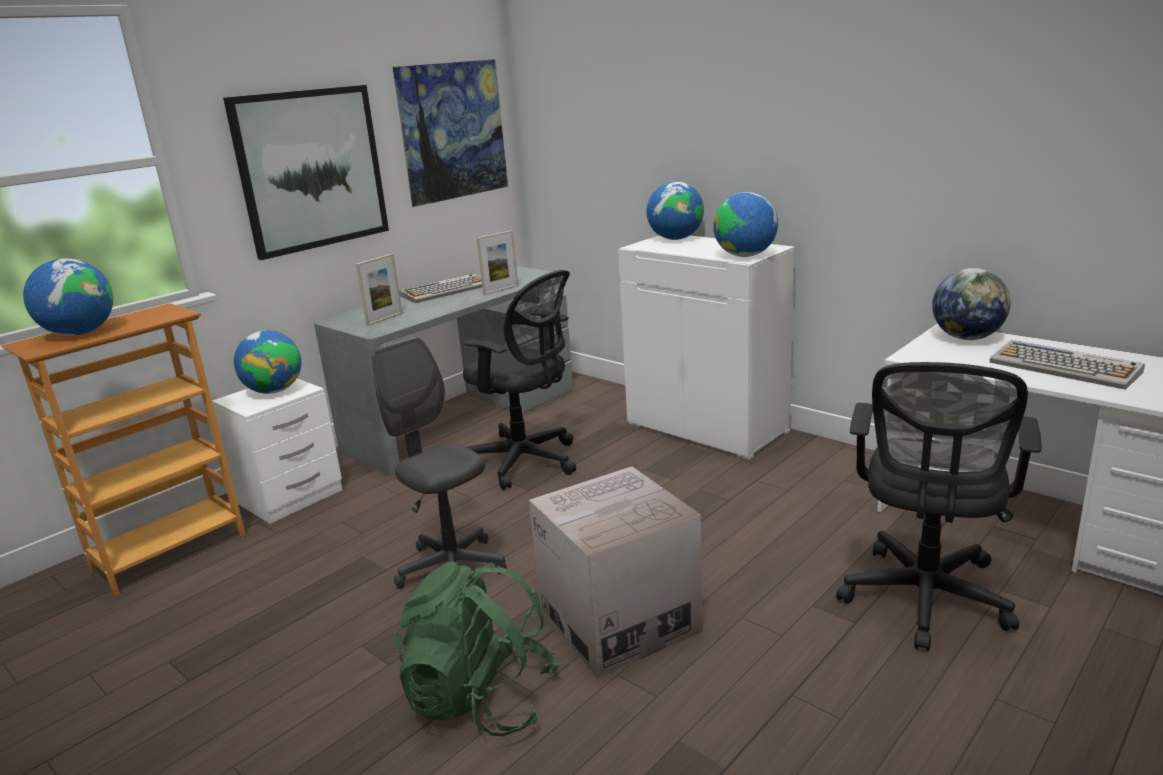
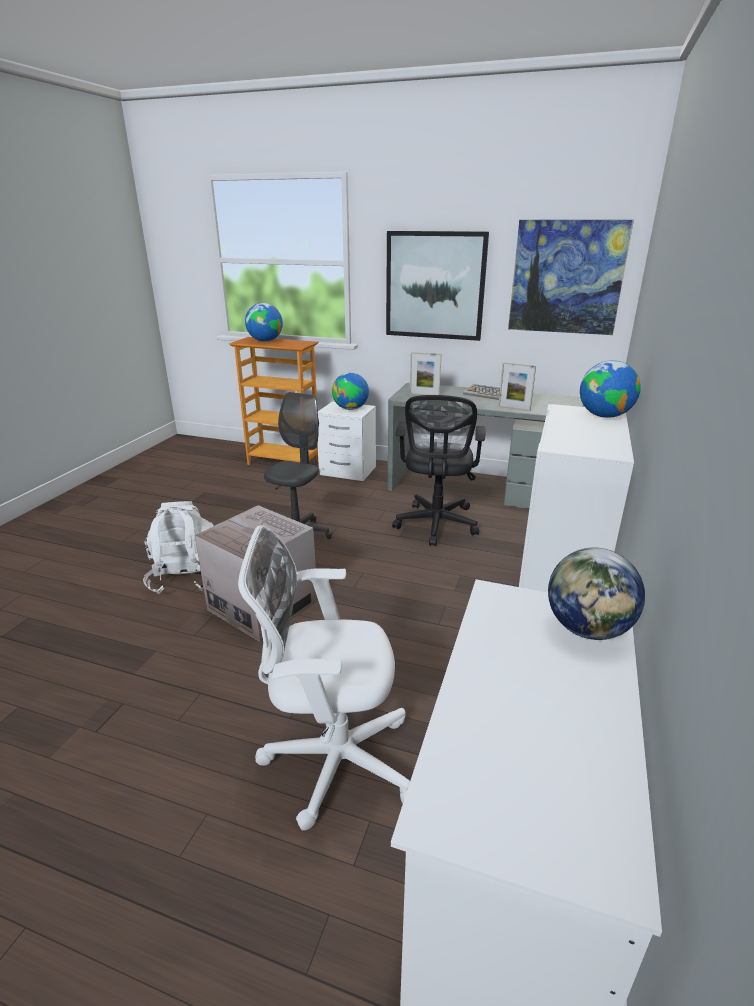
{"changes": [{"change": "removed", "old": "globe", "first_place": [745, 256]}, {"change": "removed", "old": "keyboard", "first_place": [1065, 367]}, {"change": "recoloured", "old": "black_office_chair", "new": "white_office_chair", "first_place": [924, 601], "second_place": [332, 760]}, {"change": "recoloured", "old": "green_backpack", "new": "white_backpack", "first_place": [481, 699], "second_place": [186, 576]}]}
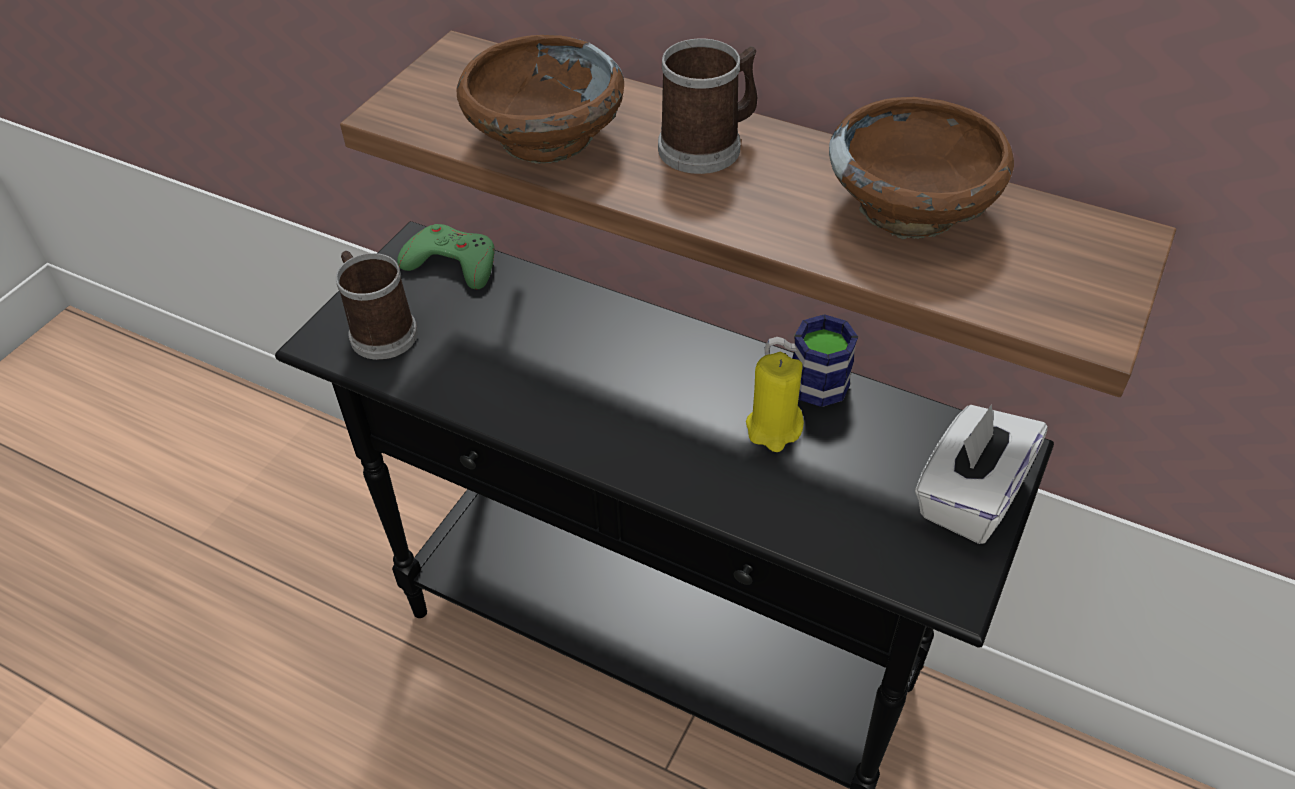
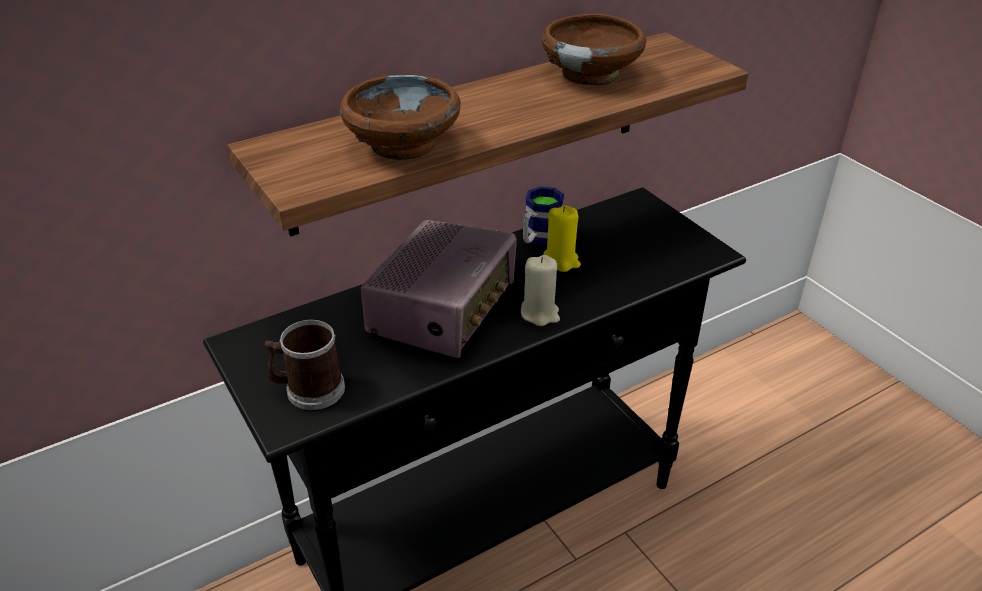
{"changes": [{"change": "removed", "old": "mug", "first_place": [708, 146]}, {"change": "removed", "old": "green_game_controller", "first_place": [452, 263]}, {"change": "removed", "old": "white_tissue_box", "first_place": [969, 495]}, {"change": "added", "new": "radio", "second_place": [443, 309]}, {"change": "added", "new": "beige_candle", "second_place": [540, 313]}]}
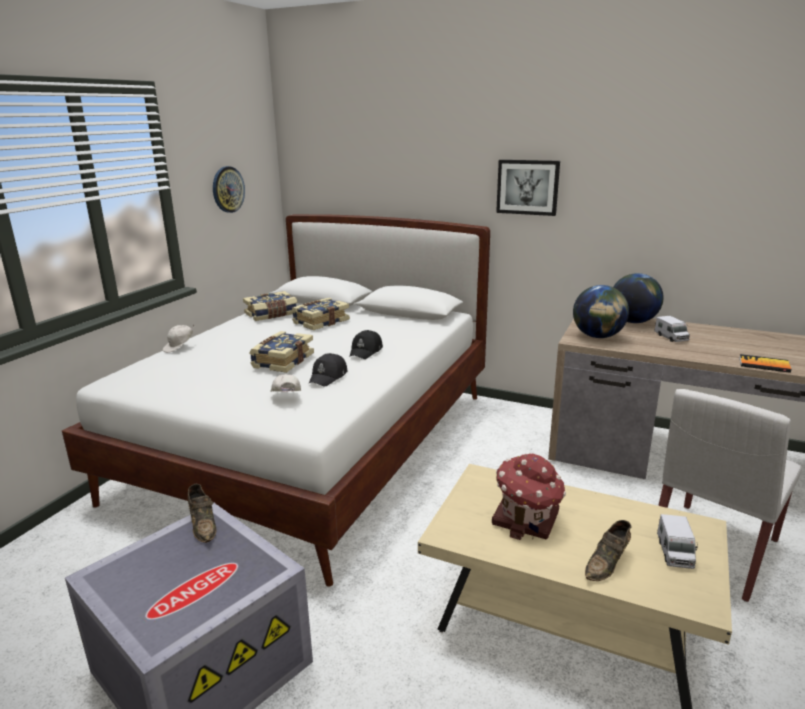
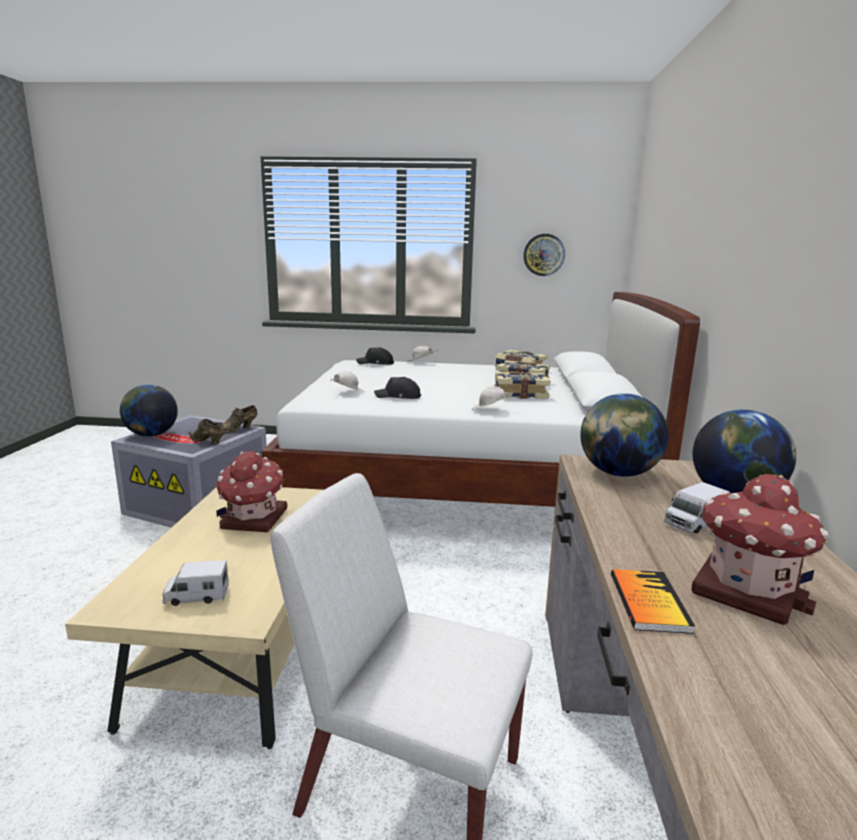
{"changes": [{"change": "removed", "old": "picture", "first_place": [527, 187]}, {"change": "moved", "old": "black_cap", "first_place": [366, 351], "second_place": [375, 363]}, {"change": "moved", "old": "book", "first_place": [282, 361], "second_place": [520, 394]}, {"change": "moved", "old": "brown_shoe", "first_place": [607, 564], "second_place": [207, 442]}, {"change": "added", "new": "globe", "second_place": [151, 435]}, {"change": "added", "new": "white_cap", "second_place": [489, 410]}, {"change": "added", "new": "toy_house", "second_place": [747, 589]}]}
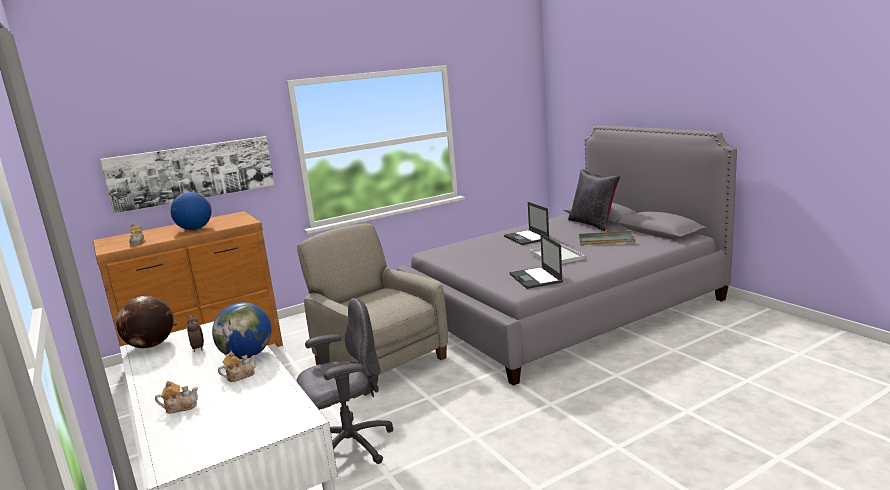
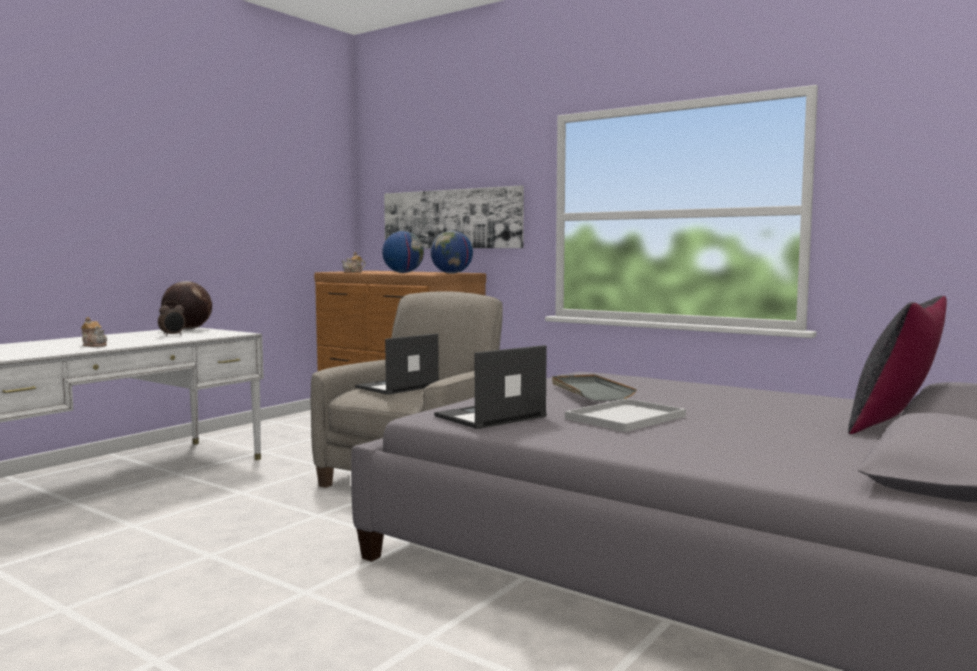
{"changes": [{"change": "moved", "old": "laptop", "first_place": [526, 238], "second_place": [397, 387]}, {"change": "moved", "old": "grey_tray", "first_place": [606, 240], "second_place": [590, 391]}, {"change": "removed", "old": "grey_office_chair", "first_place": [349, 446]}, {"change": "moved", "old": "globe", "first_place": [247, 356], "second_place": [451, 273]}, {"change": "removed", "old": "teapot", "first_place": [180, 407]}]}
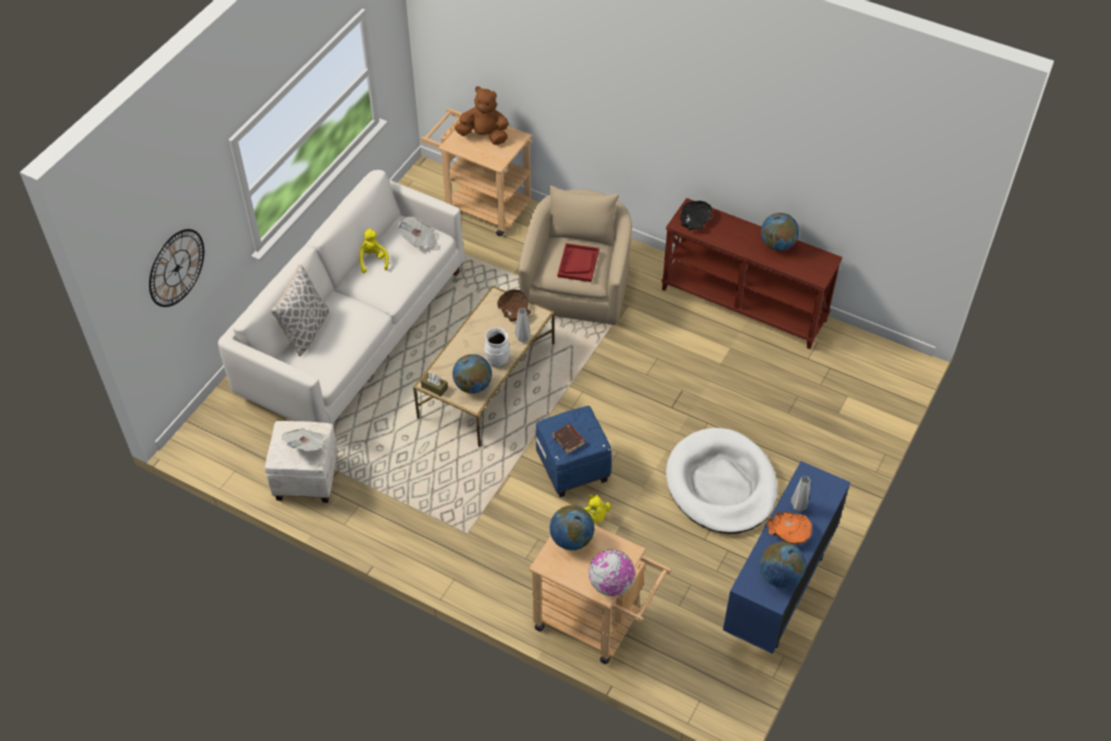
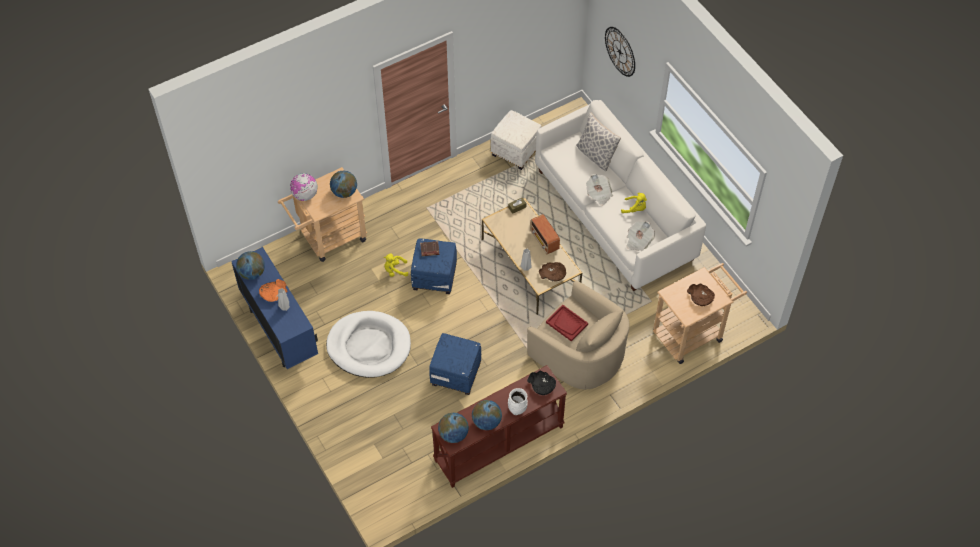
{"changes": [{"change": "replaced", "old": "brown_plush_toy", "new": "brown_bowl", "first_place": [484, 136], "second_place": [700, 297]}, {"change": "moved", "old": "white_vase", "first_place": [497, 360], "second_place": [517, 409]}, {"change": "moved", "old": "globe", "first_place": [473, 385], "second_place": [453, 434]}, {"change": "moved", "old": "newspaper", "first_place": [307, 446], "second_place": [599, 194]}, {"change": "added", "new": "radio", "second_place": [544, 241]}, {"change": "added", "new": "blue_ottoman", "second_place": [455, 375]}]}
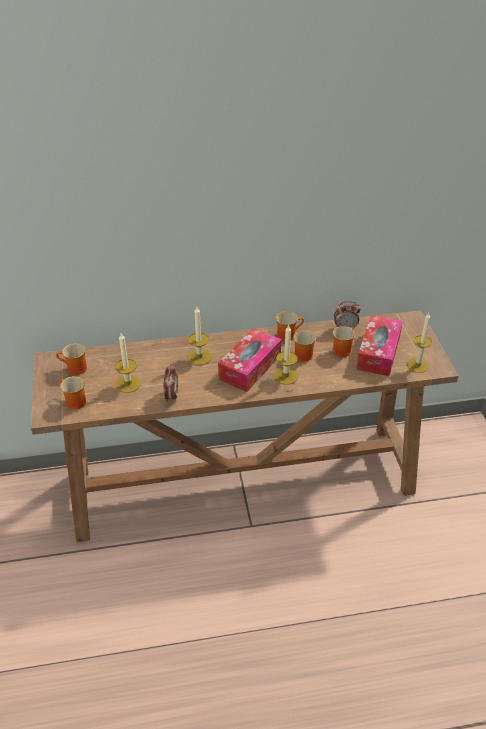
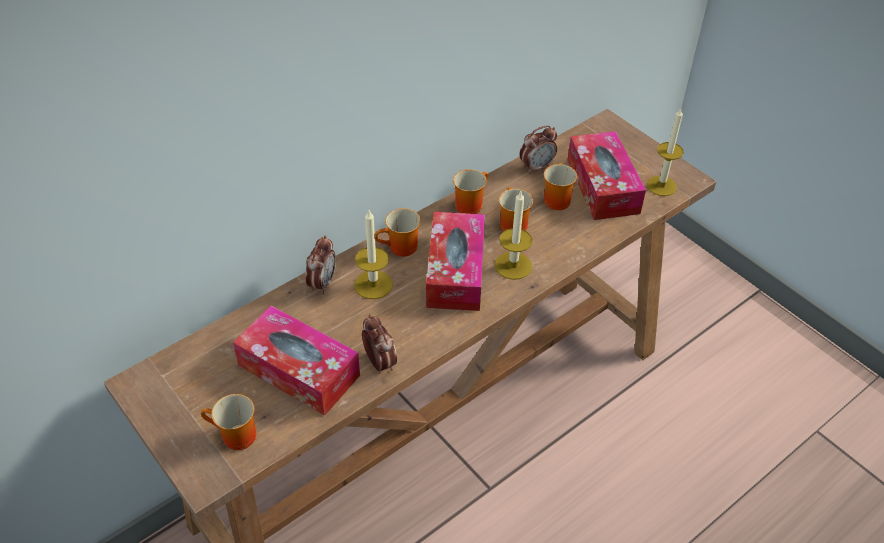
{"changes": [{"change": "replaced", "old": "candle", "new": "tissue_box", "first_place": [128, 384], "second_place": [299, 370]}, {"change": "moved", "old": "mug", "first_place": [75, 369], "second_place": [401, 249]}, {"change": "added", "new": "alarm_clock", "second_place": [322, 283]}]}
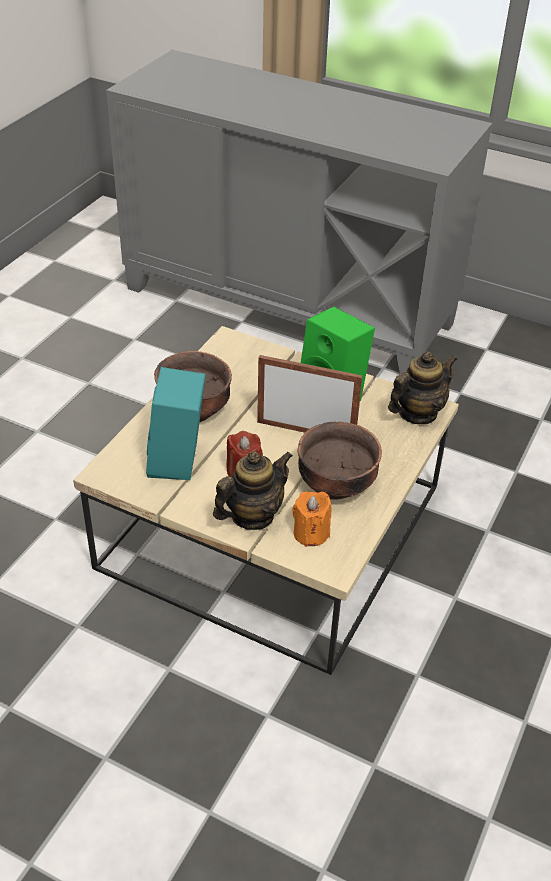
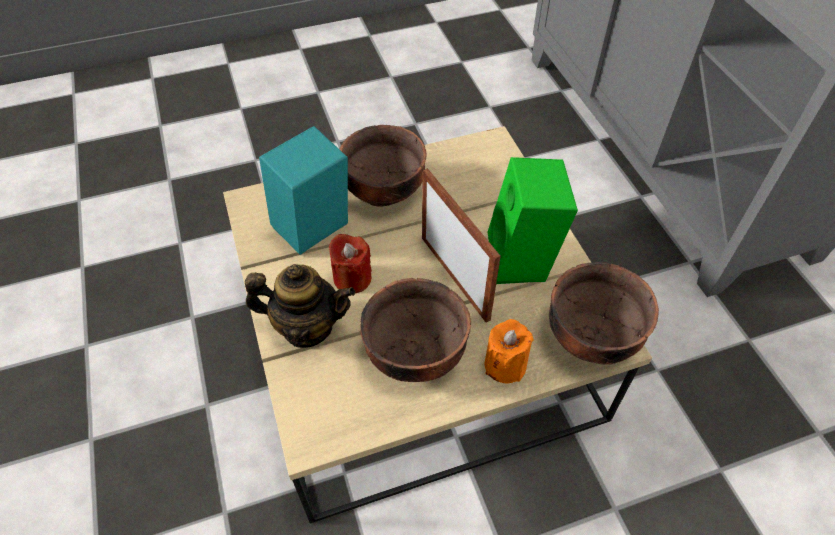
{"changes": [{"change": "replaced", "old": "teapot", "new": "brown_bowl", "first_place": [417, 413], "second_place": [590, 336]}, {"change": "moved", "old": "orange_candle", "first_place": [311, 533], "second_place": [505, 365]}]}
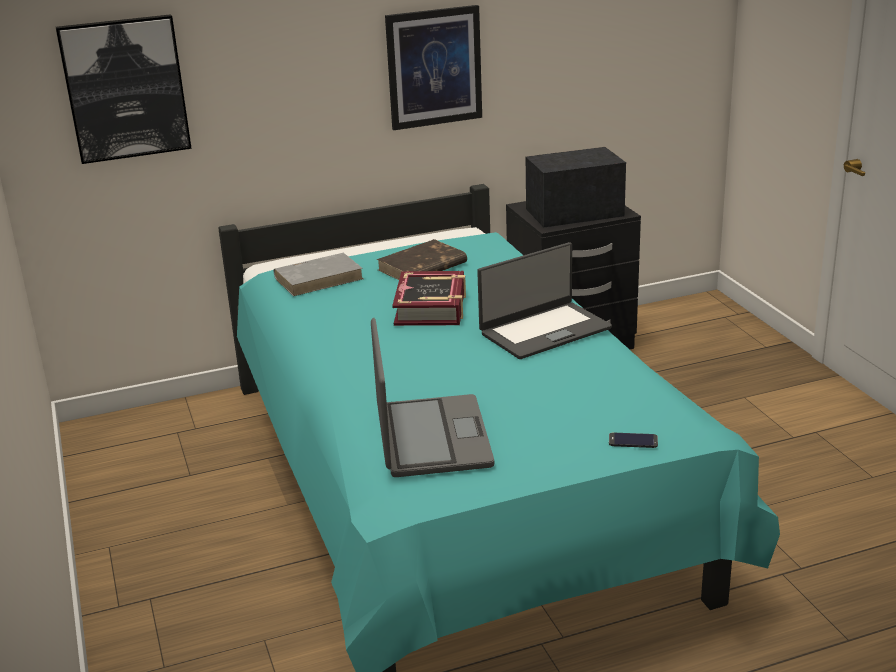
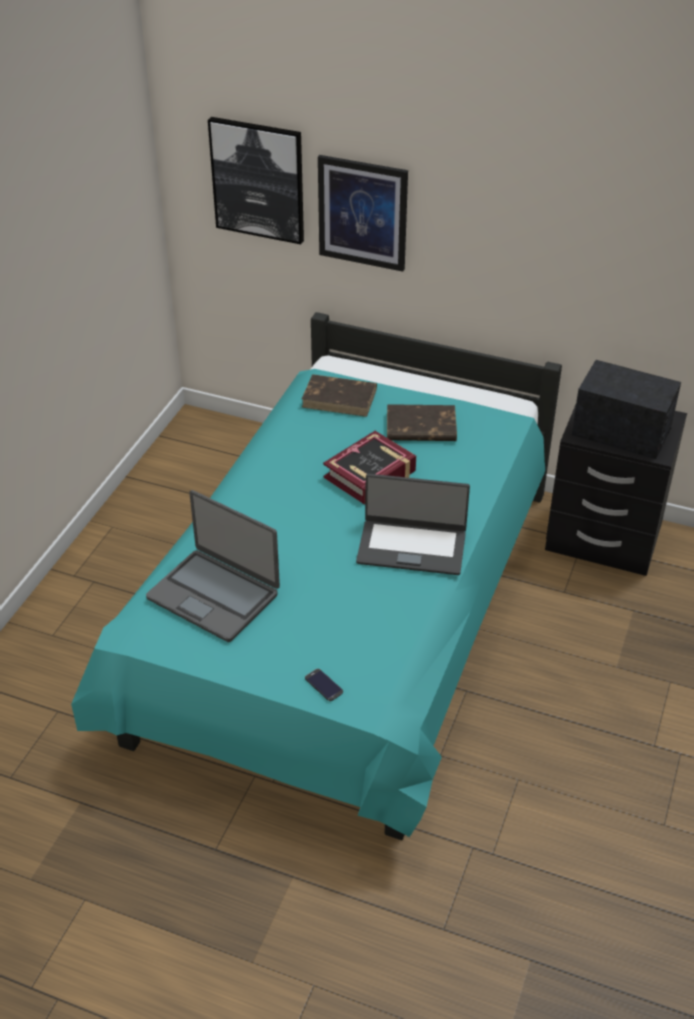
{"changes": [{"change": "moved", "old": "picture", "first_place": [434, 67], "second_place": [362, 213]}, {"change": "recoloured", "old": "grey_book", "new": "brown_book", "first_place": [319, 278], "second_place": [340, 398]}, {"change": "turned", "old": "laptop", "first_place": [431, 438], "second_place": [214, 595], "degrees": 90}]}
